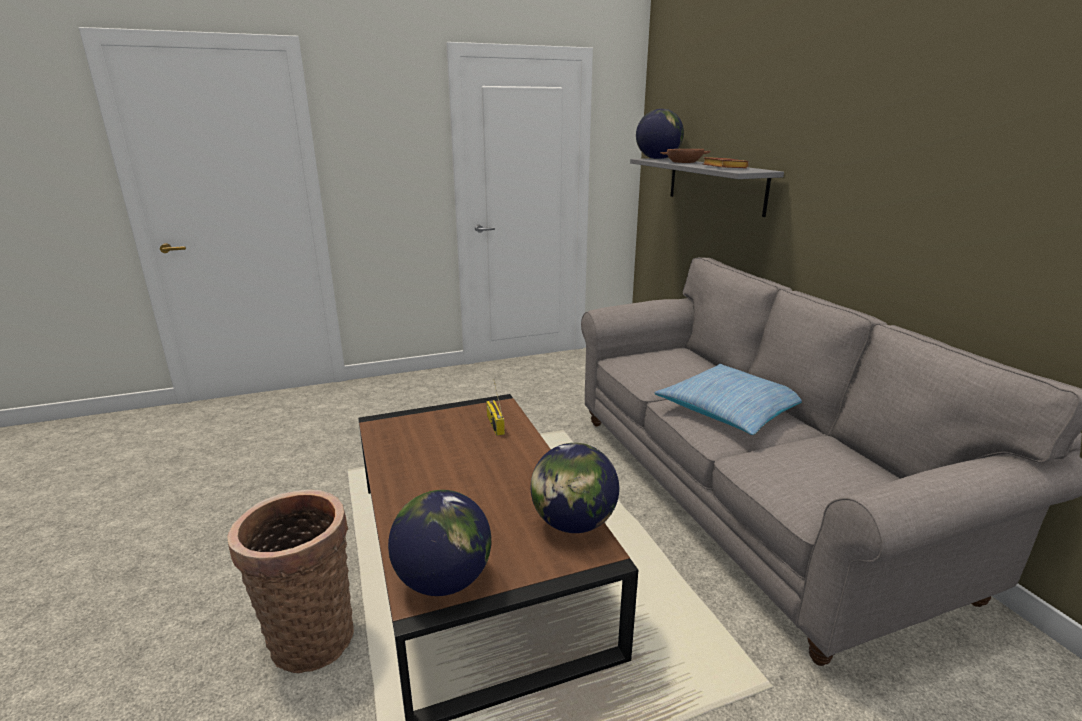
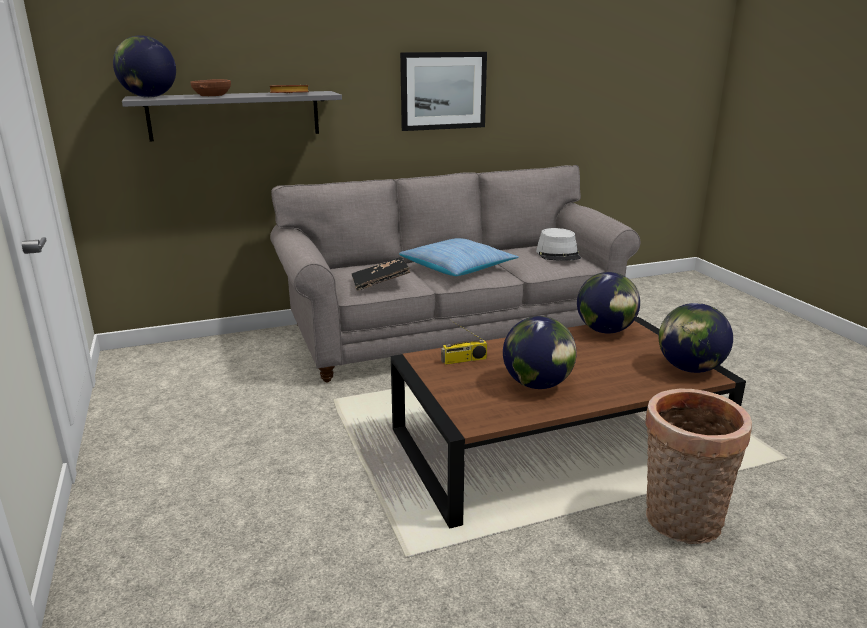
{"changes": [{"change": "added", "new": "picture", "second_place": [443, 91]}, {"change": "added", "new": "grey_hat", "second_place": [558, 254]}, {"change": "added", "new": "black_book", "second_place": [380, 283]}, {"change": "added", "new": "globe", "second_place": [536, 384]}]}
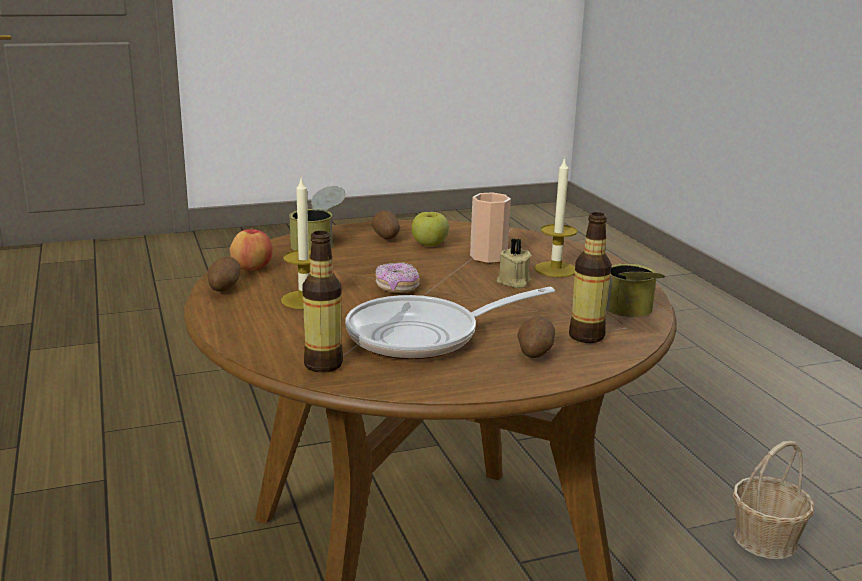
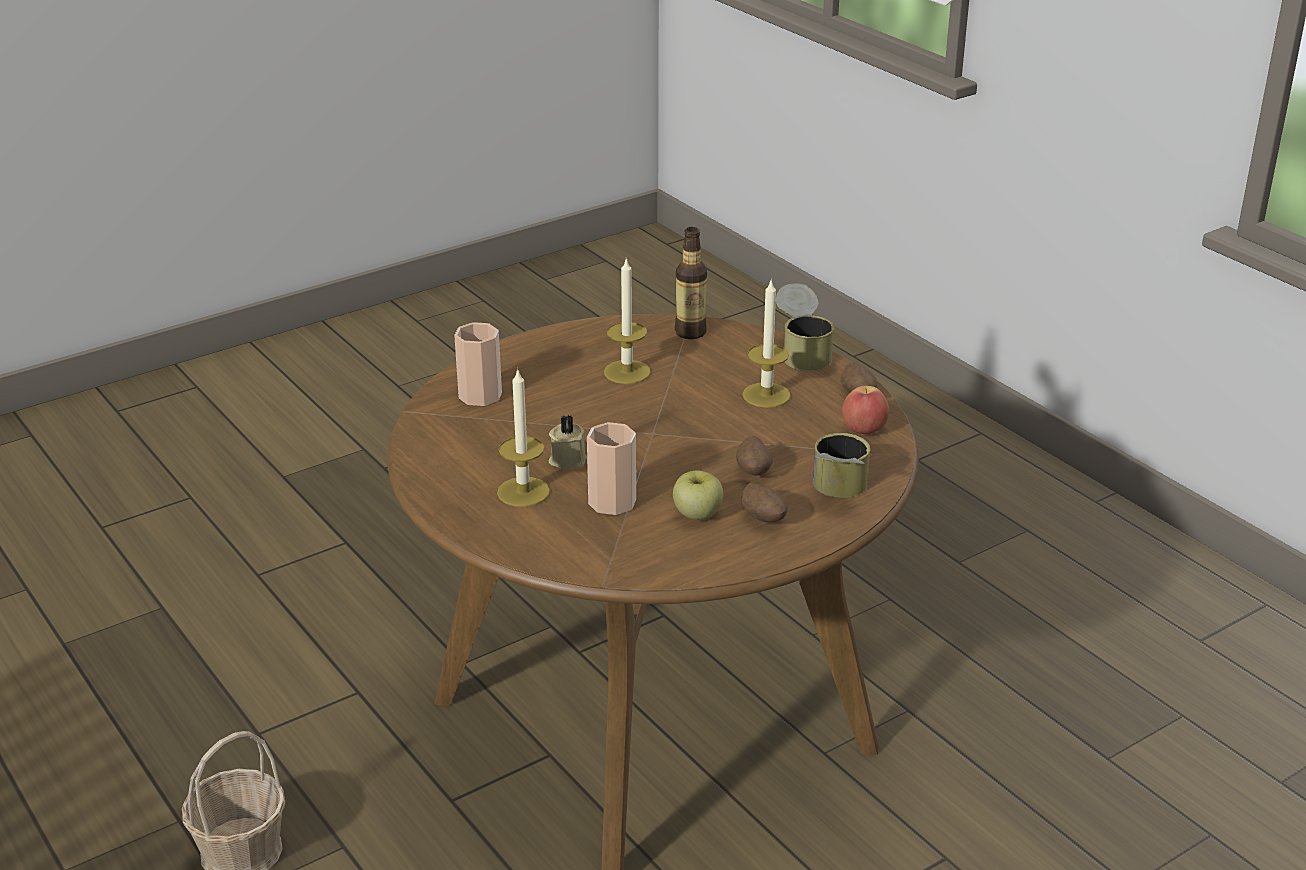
{"changes": [{"change": "replaced", "old": "bottle", "new": "cup", "first_place": [586, 336], "second_place": [480, 396]}, {"change": "removed", "old": "donut", "first_place": [397, 288]}, {"change": "moved", "old": "can", "first_place": [630, 313], "second_place": [802, 352]}, {"change": "replaced", "old": "frying_pan", "new": "candle", "first_place": [423, 336], "second_place": [627, 372]}, {"change": "moved", "old": "potato", "first_place": [534, 353], "second_place": [753, 472]}]}
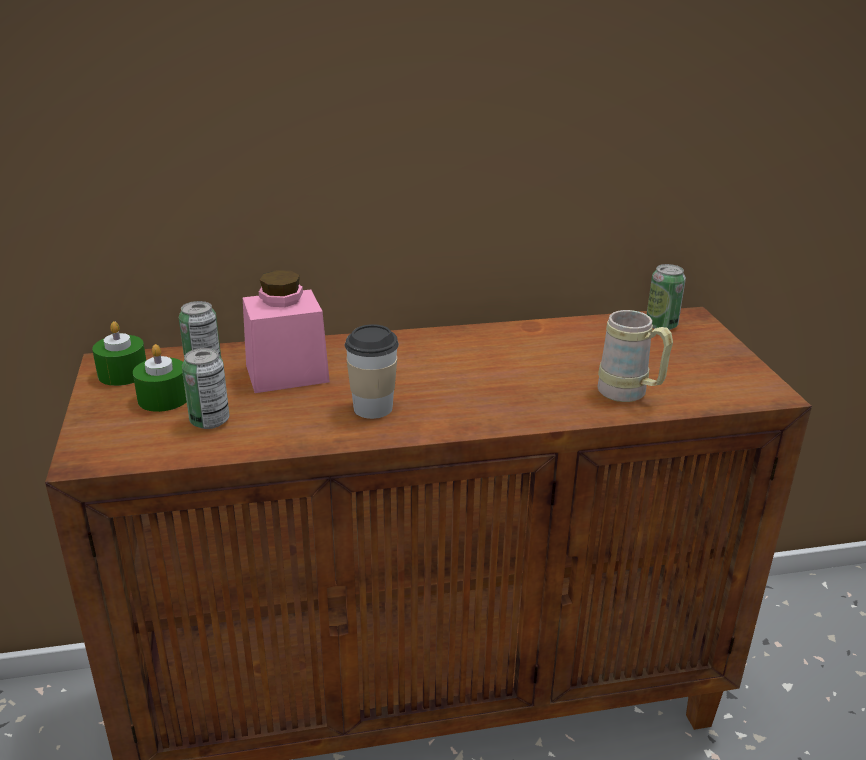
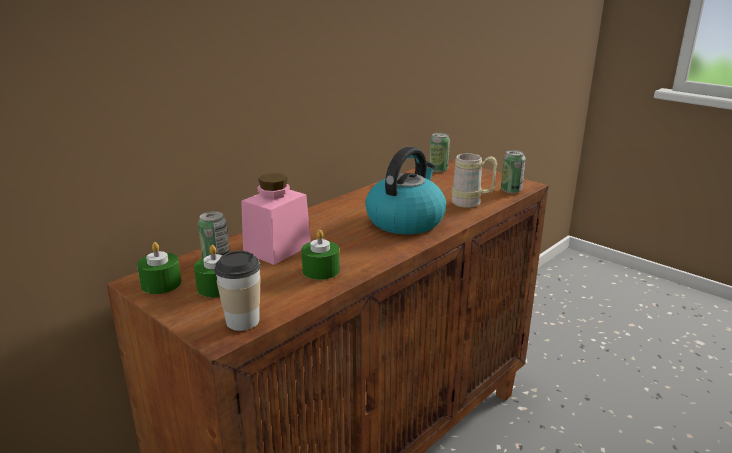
{"changes": [{"change": "moved", "old": "cup", "first_place": [373, 408], "second_place": [242, 321]}, {"change": "moved", "old": "can", "first_place": [209, 421], "second_place": [511, 190]}, {"change": "added", "new": "kettle", "second_place": [405, 220]}, {"change": "added", "new": "green_candle", "second_place": [321, 270]}]}
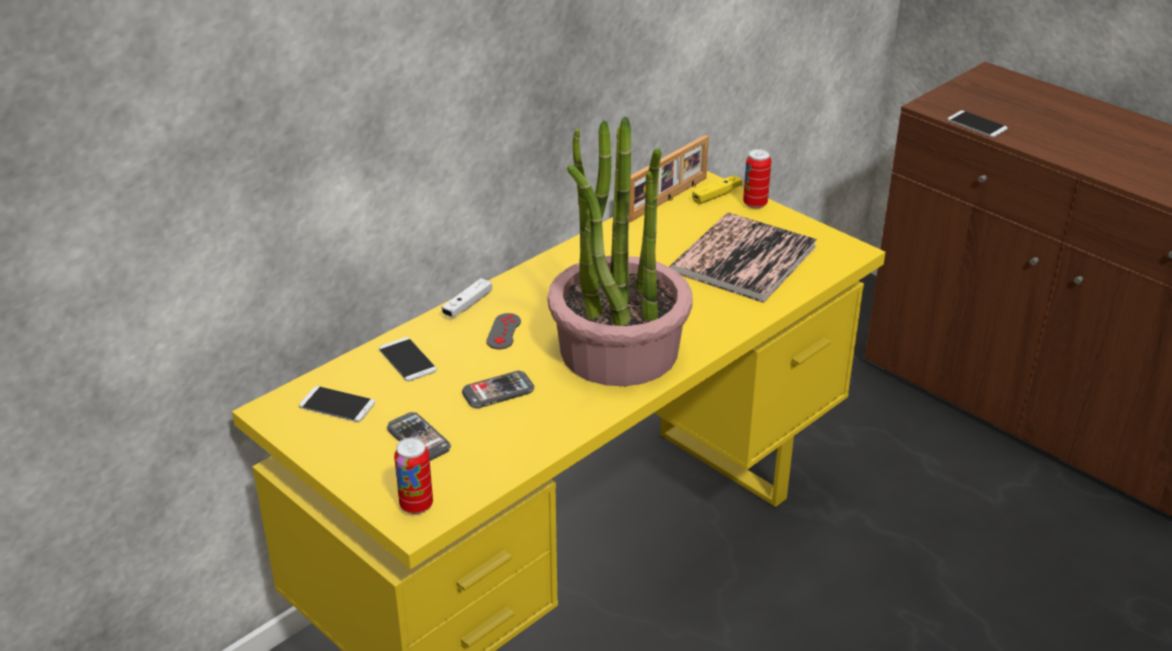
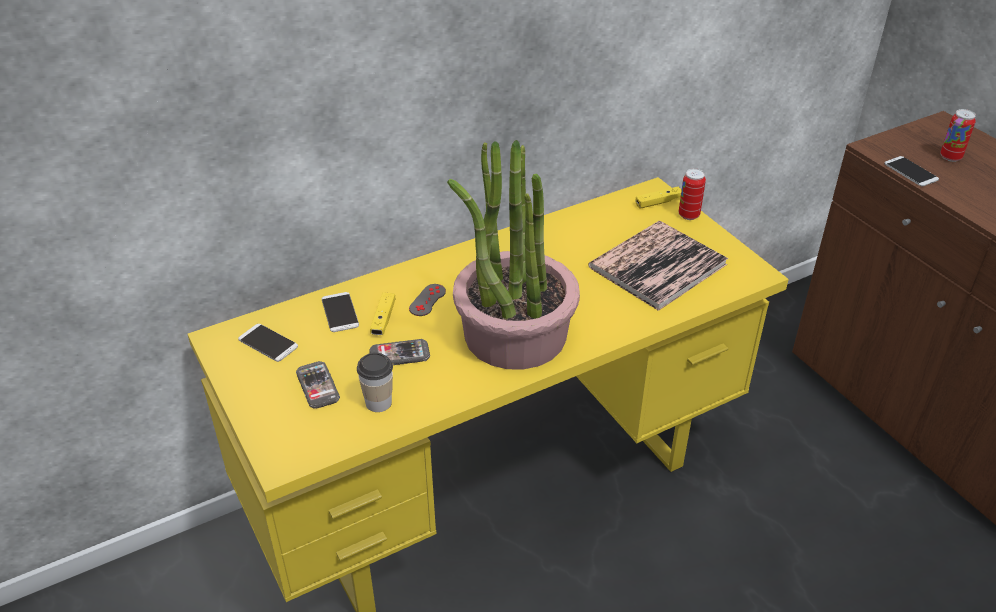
{"changes": [{"change": "removed", "old": "picture_frame", "first_place": [668, 199]}, {"change": "removed", "old": "white_game_controller", "first_place": [467, 305]}, {"change": "moved", "old": "can", "first_place": [416, 505], "second_place": [950, 157]}, {"change": "added", "new": "yellow_game_controller", "second_place": [383, 319]}, {"change": "added", "new": "cup", "second_place": [378, 402]}]}
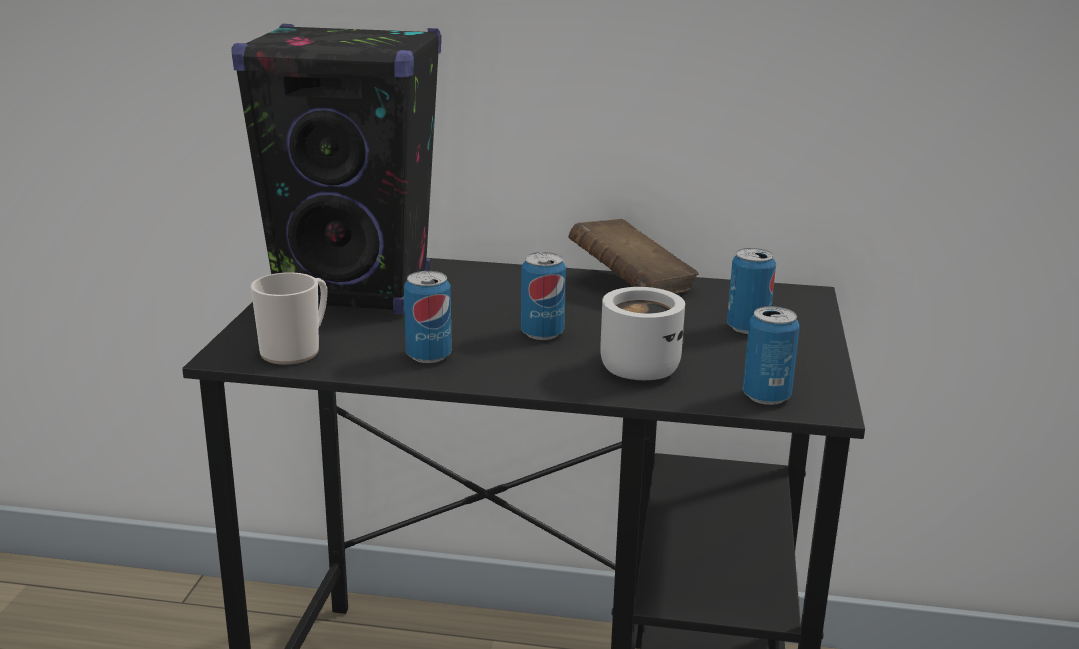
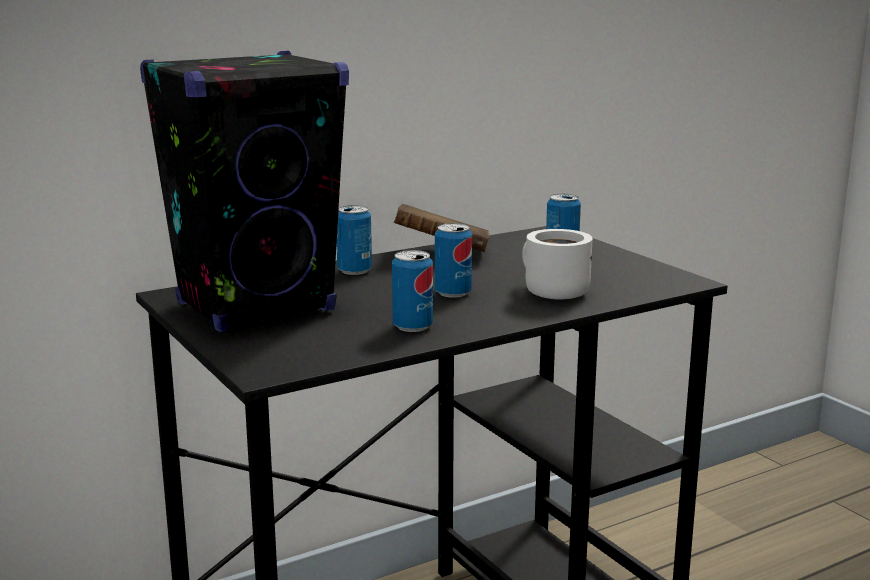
{"changes": [{"change": "removed", "old": "mug", "first_place": [296, 350]}, {"change": "moved", "old": "can", "first_place": [766, 396], "second_place": [354, 271]}]}
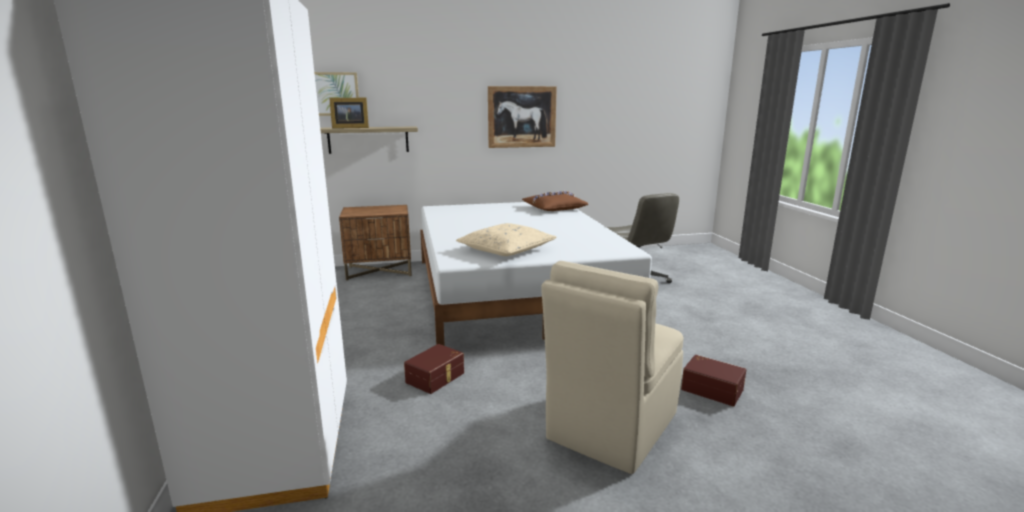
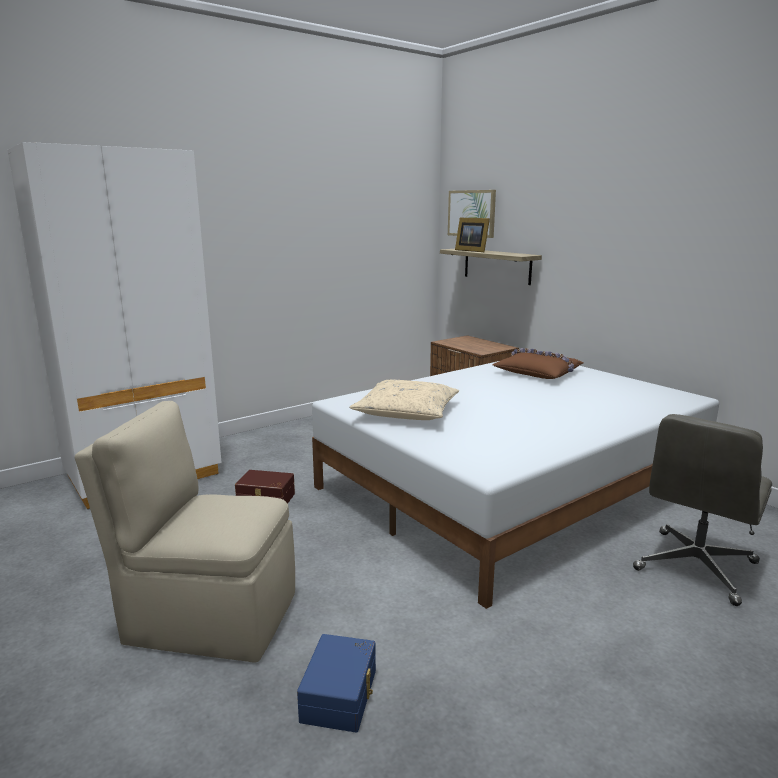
{"changes": [{"change": "removed", "old": "picture", "first_place": [522, 117]}, {"change": "moved", "old": "brown_pillow", "first_place": [554, 208], "second_place": [539, 372]}, {"change": "recoloured", "old": "brown_storage_box", "new": "blue_storage_box", "first_place": [712, 389], "second_place": [341, 695]}]}
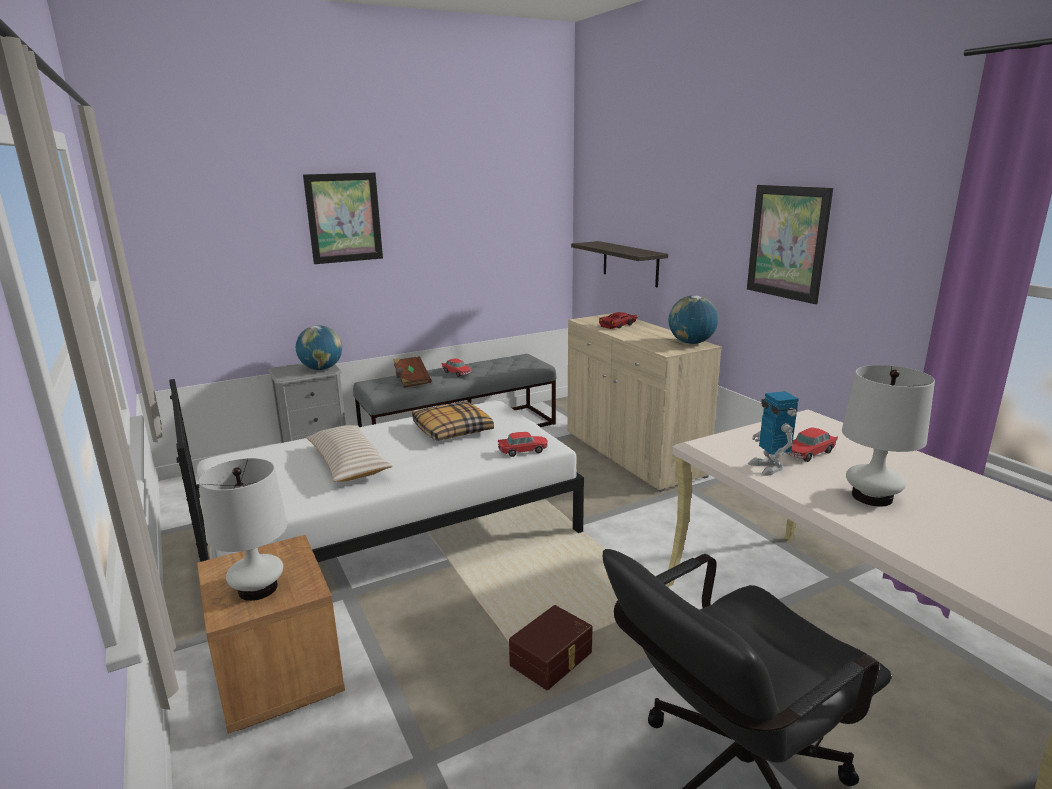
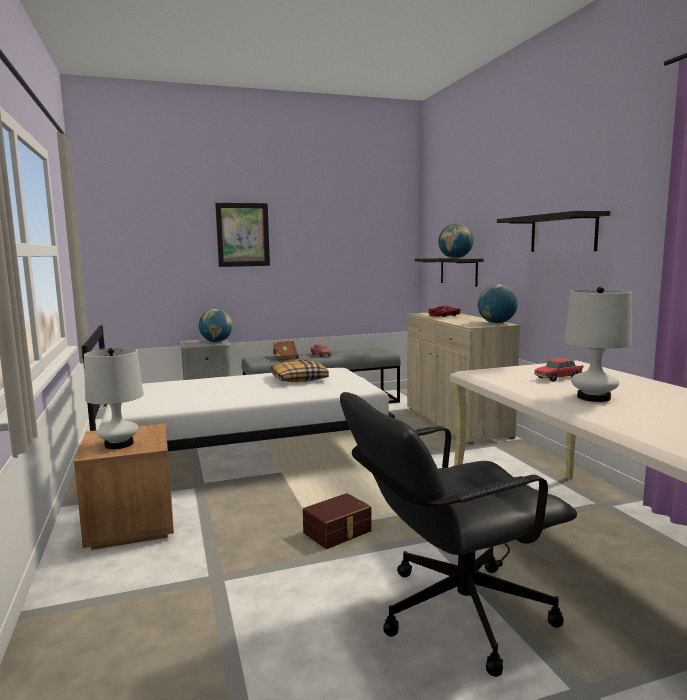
{"changes": [{"change": "replaced", "old": "picture", "new": "shelf", "first_place": [787, 242], "second_place": [562, 233]}, {"change": "removed", "old": "toy_robot", "first_place": [769, 467]}, {"change": "removed", "old": "beige_pillow", "first_place": [348, 464]}, {"change": "removed", "old": "toy_car", "first_place": [523, 451]}, {"change": "added", "new": "globe", "second_place": [455, 258]}]}
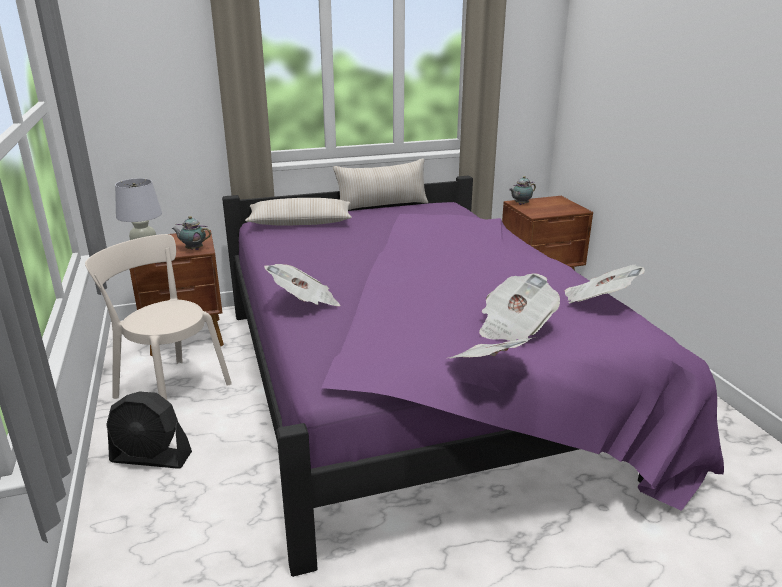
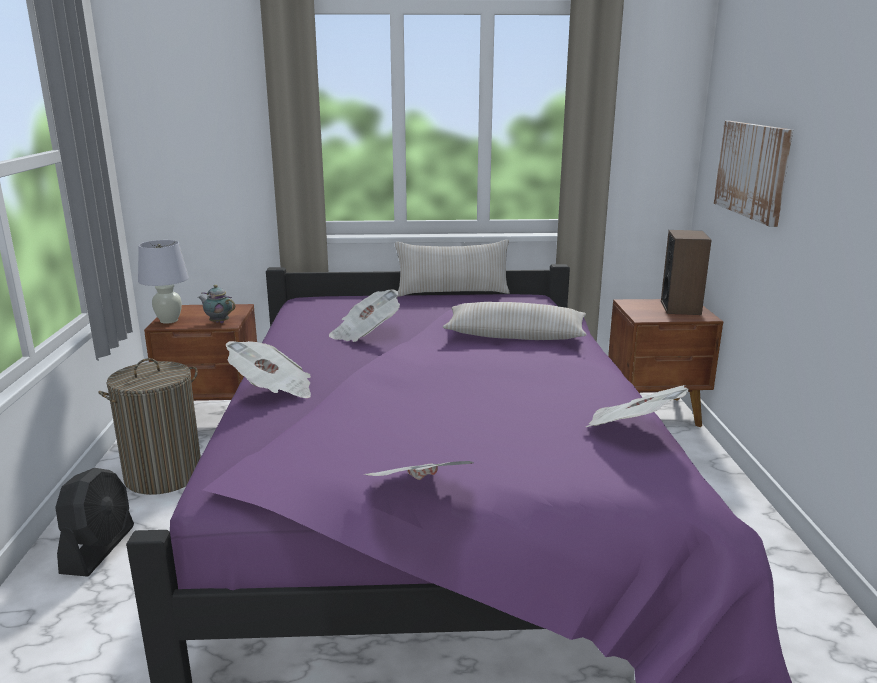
{"changes": [{"change": "removed", "old": "teapot", "first_place": [520, 204]}, {"change": "moved", "old": "beige_pillow", "first_place": [300, 222], "second_place": [515, 335]}, {"change": "replaced", "old": "beige_chair", "new": "laundry_basket", "first_place": [169, 388], "second_place": [164, 475]}, {"change": "moved", "old": "newspaper", "first_place": [514, 327], "second_place": [365, 334]}, {"change": "turned", "old": "black_fan", "first_place": [151, 457], "second_place": [99, 549], "degrees": -105}, {"change": "added", "new": "picture", "second_place": [753, 170]}, {"change": "added", "new": "speaker", "second_place": [680, 307]}]}
